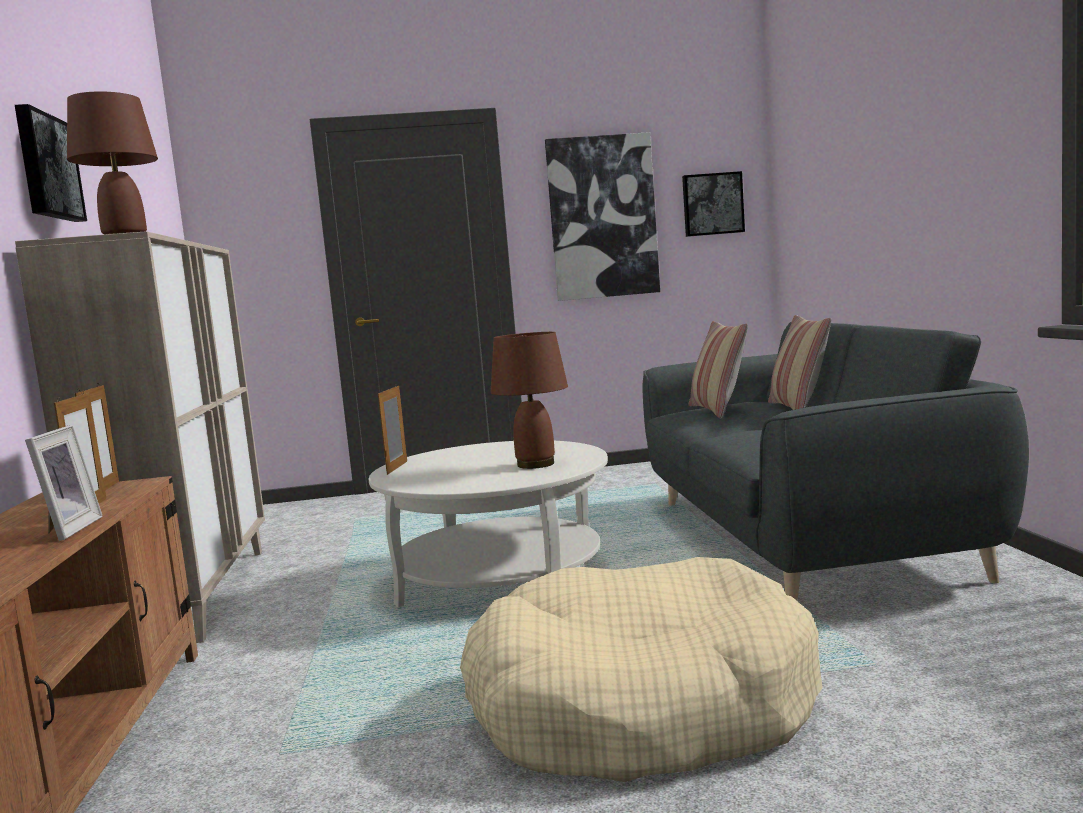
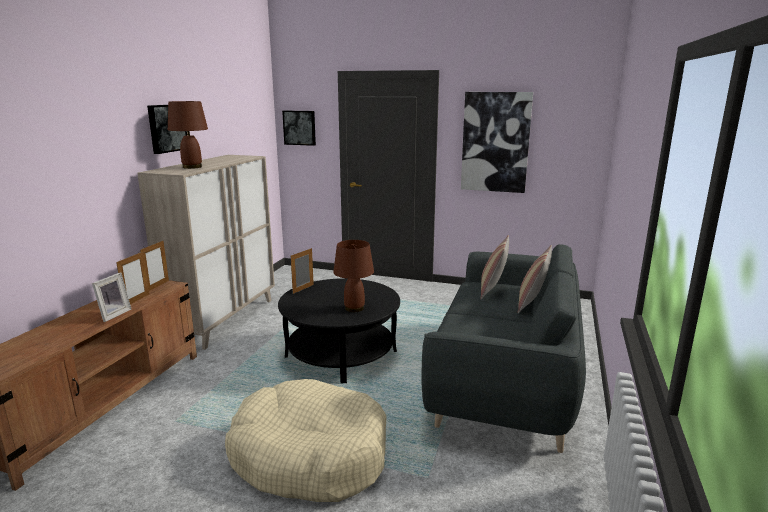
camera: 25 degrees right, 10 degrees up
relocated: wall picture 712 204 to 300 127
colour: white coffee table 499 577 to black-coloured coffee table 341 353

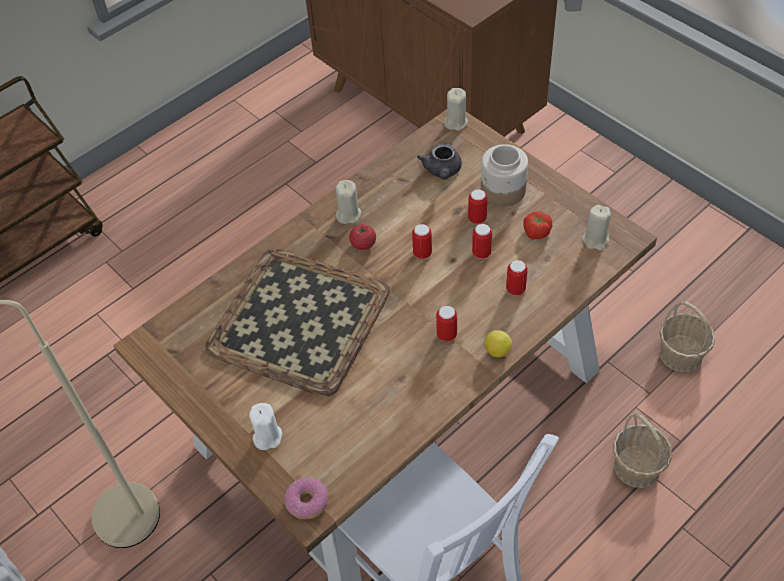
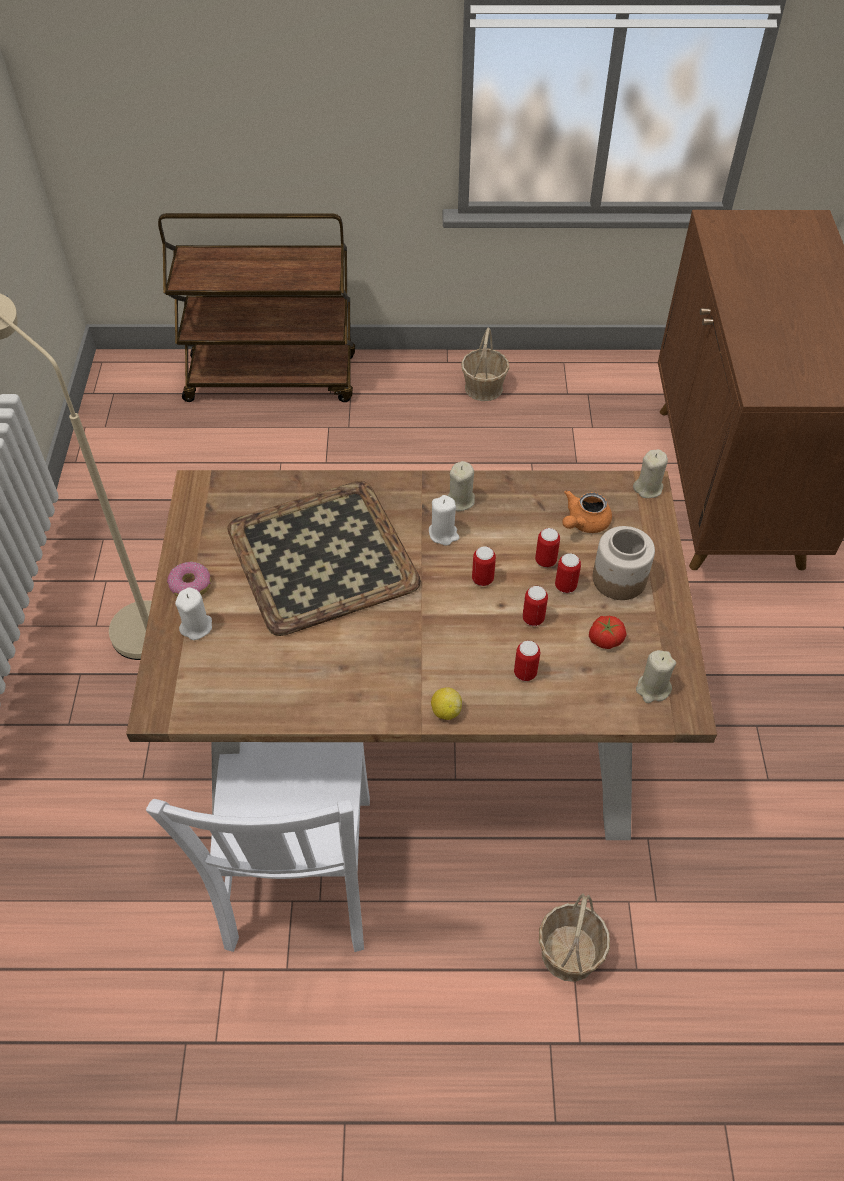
camera: 40 degrees right, 0 degrees up
relocated: doughnut 307 502 to 190 585; sealed can 446 334 to 545 561; storage basket 680 353 to 484 387
exchanged: whole tomato 363 244 to white candle 443 534
colour: greyish tea pot 442 171 to orangey tea pot 583 523

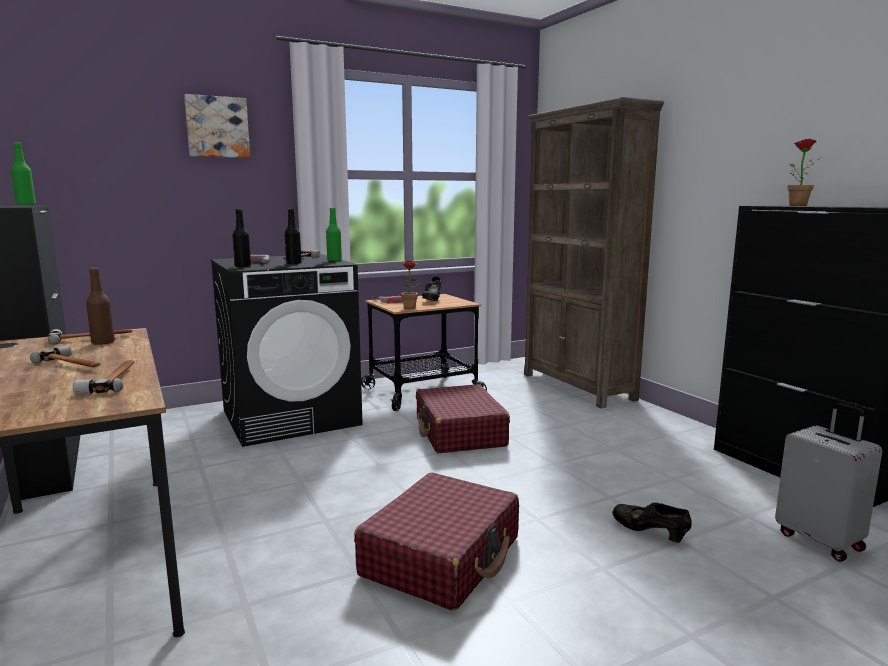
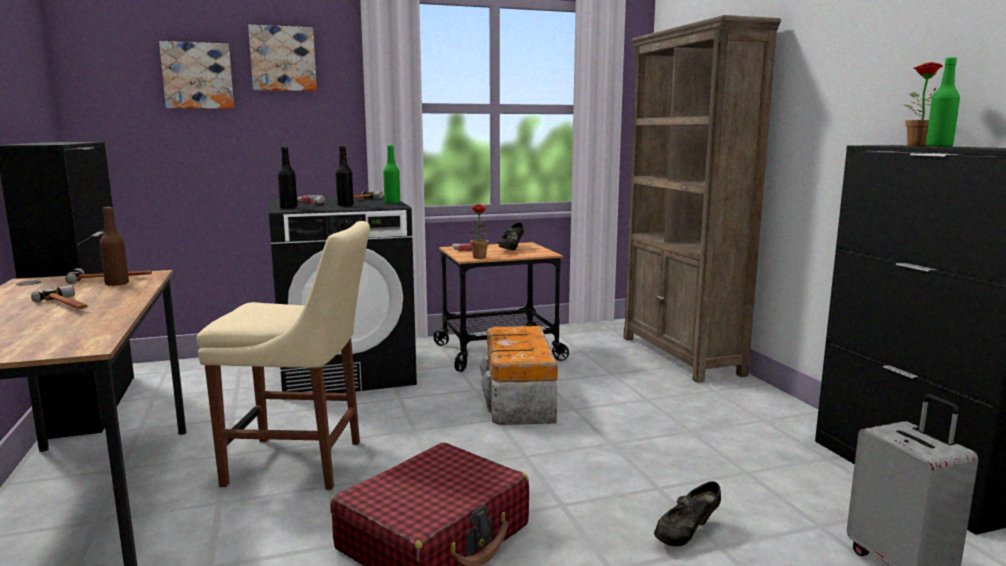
camera: 10 degrees right, 0 degrees up
missing: hammer 114 380
appeared: wall picture 198 76; sand-coloured chair 301 463
relocated: green-coloured bottle 26 205 to 939 146
exchanged: reddish piece of luggage 459 432 to storage container 519 400
spun: black-coloured shoe 649 533 = 686 534 90 degrees counterclockwise

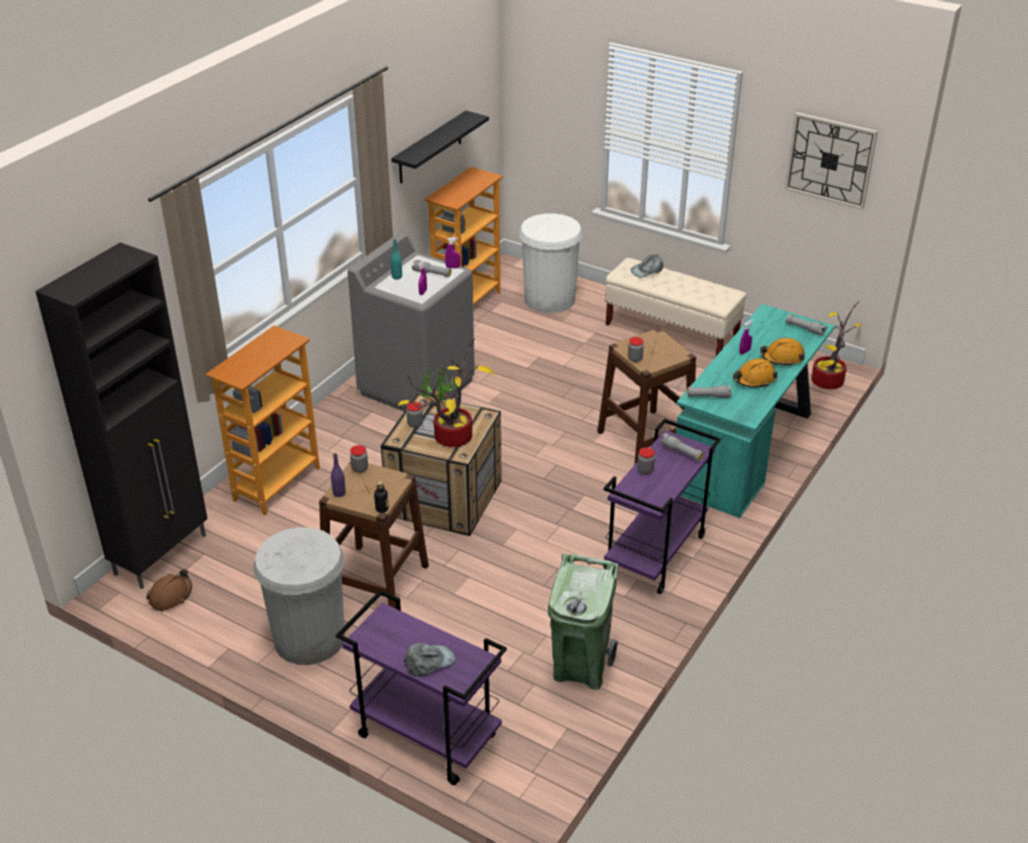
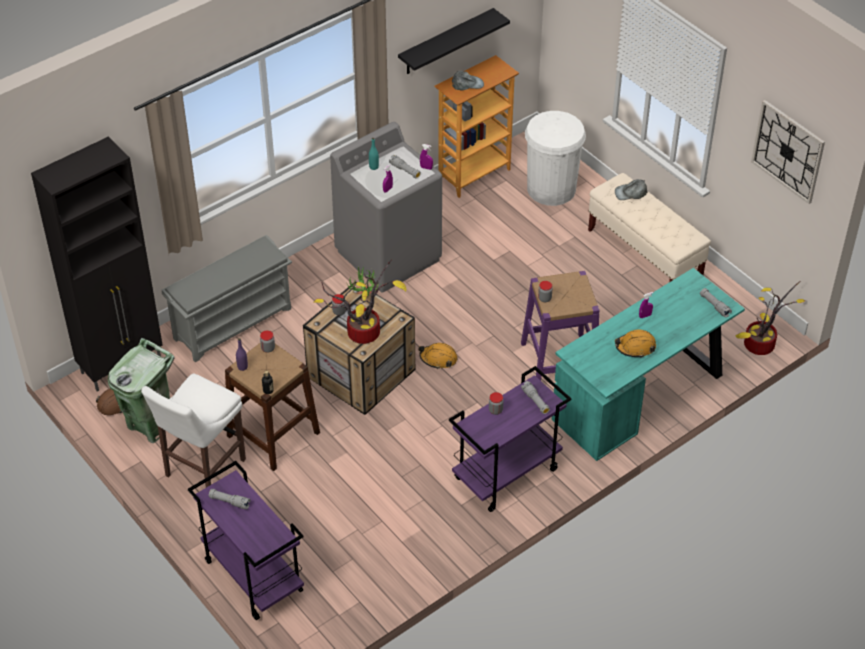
camera: 20 degrees right, 10 degrees up
relocated: greyish peaked cap 429 661 to 467 84; green-coloured rubbish bin 580 668 to 151 424; greyish hand torch 708 396 to 229 502; orangey work helmet 782 358 to 438 358
exchanged: shelving unit 276 483 to greyish shoe rack 233 323; white rubbish bin 309 638 to white sitting stool 202 470
colour: brownish sitting stool 645 438 to purplish sitting stool 559 360

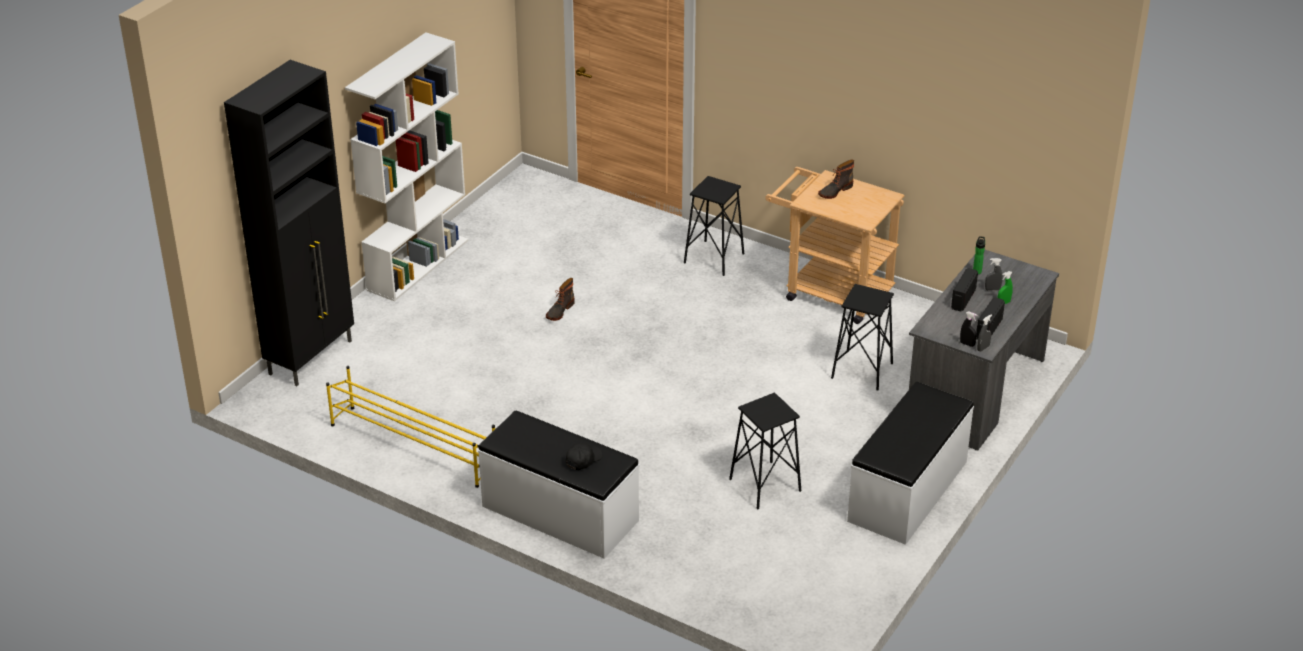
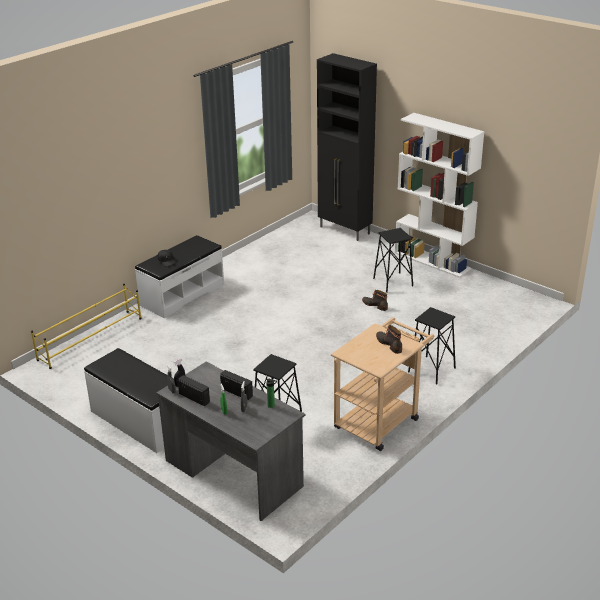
camera: 100 degrees right, 5 degrees down
relocated: yellowish shoe rack 412 445 to 91 338; black-coloured sitting stool 764 485 to 393 282

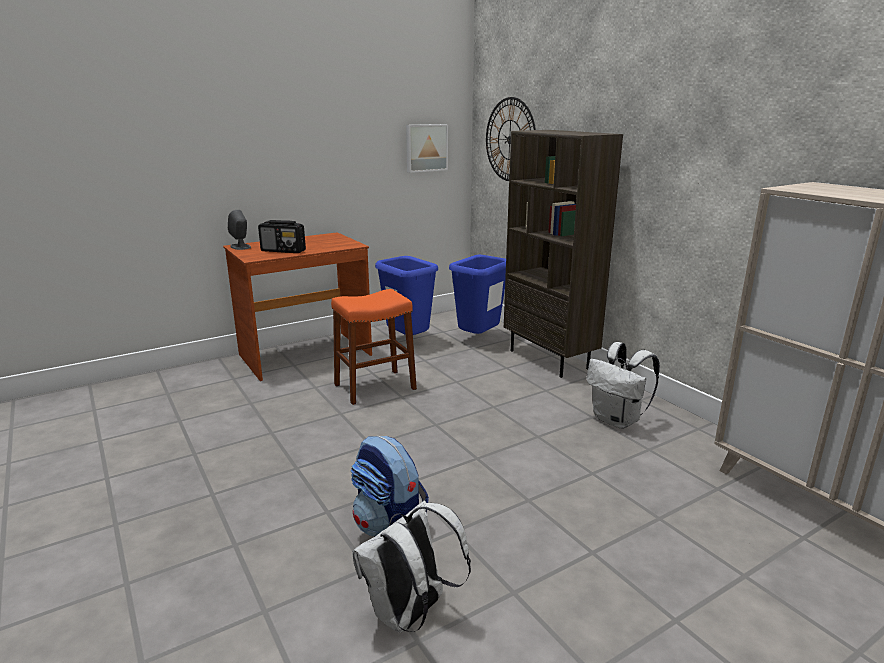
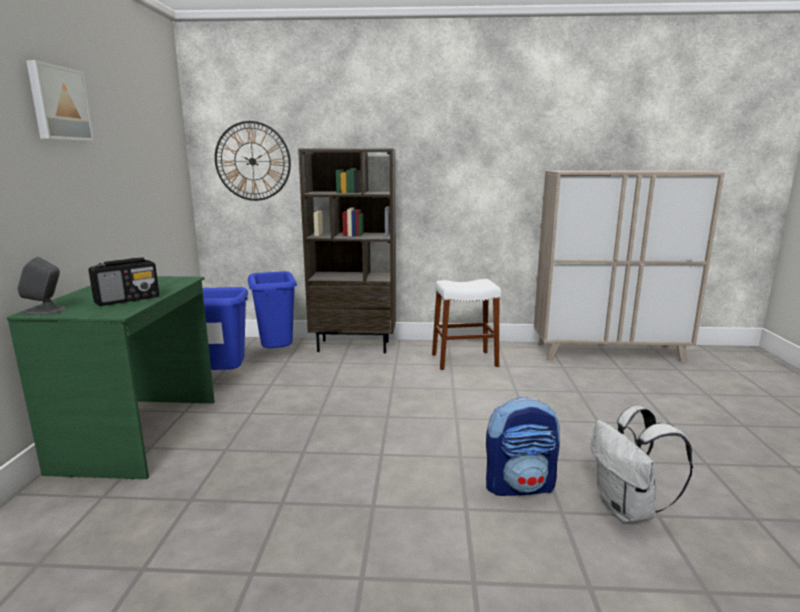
camera: 55 degrees left, 5 degrees down
missing: orangey sitting stool 375 387
relocated: wall picture 426 147 to 58 103
exchanged: white backpack 617 420 to white sitting stool 464 360
colour: brownish desk unit 305 355 to green-coloured desk unit 141 434

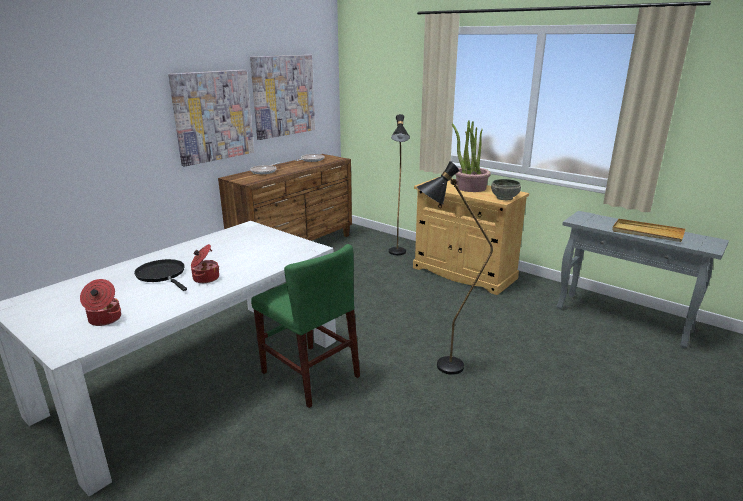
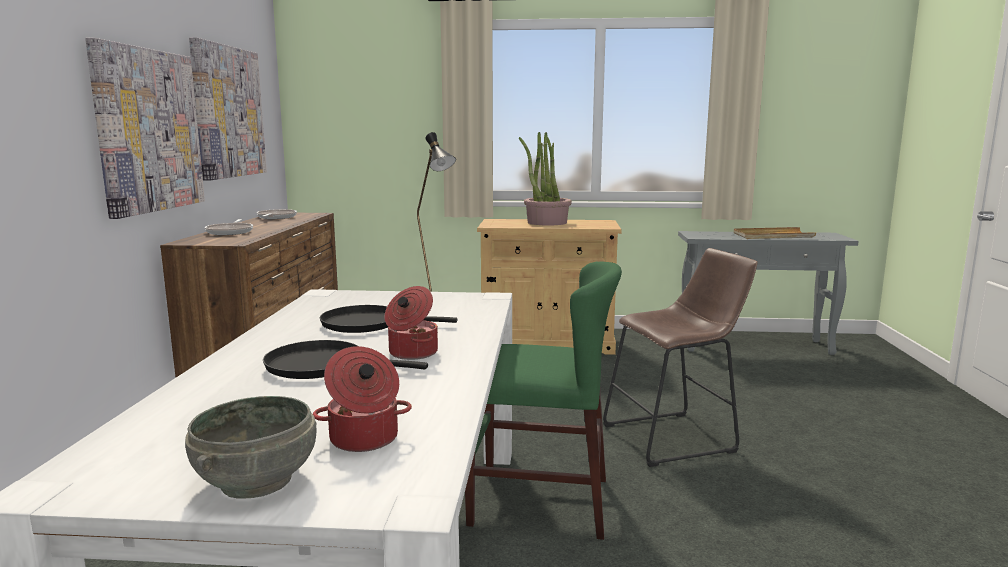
camera: 35 degrees left, 10 degrees down
appeared: black-coloured frying pan 367 324
relocated: greyish deep dish 505 198 to 258 481
exchanged: black-coloured standing lamp 440 367 to brownish sitting stool 675 438

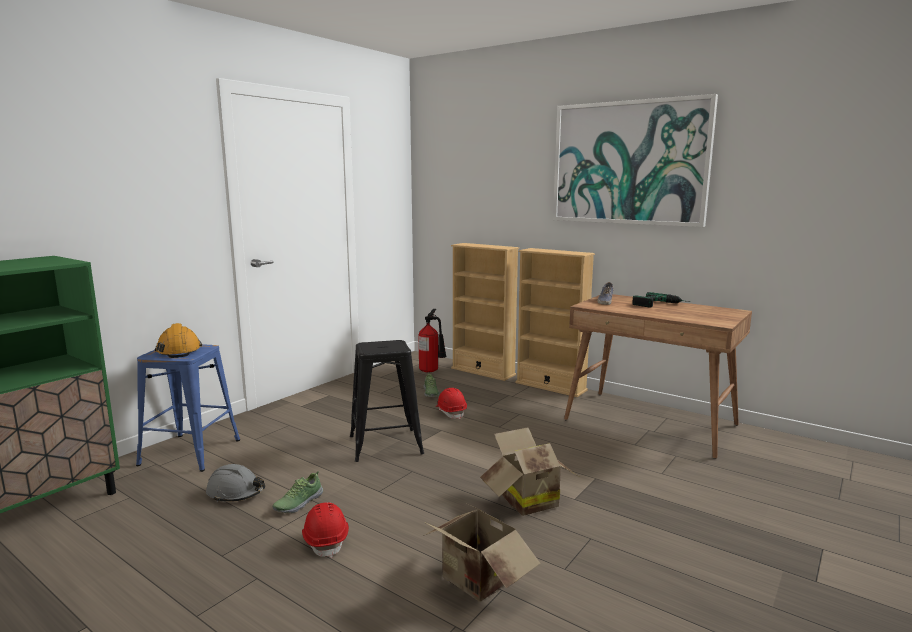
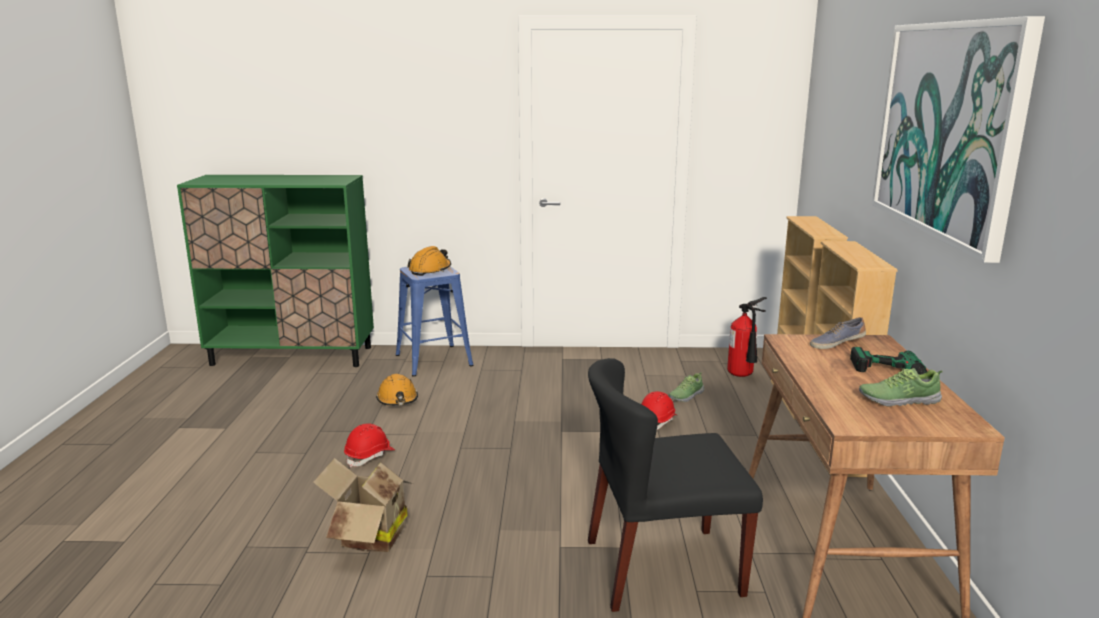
camera: 55 degrees right, 5 degrees up
missing: black-coloured sitting stool 385 445; cardboard box 525 500
appeared: black-coloured chair 662 568
relocated: shoe 298 503 to 898 400
colour: greyish work helmet 236 493 to orangey work helmet 397 399

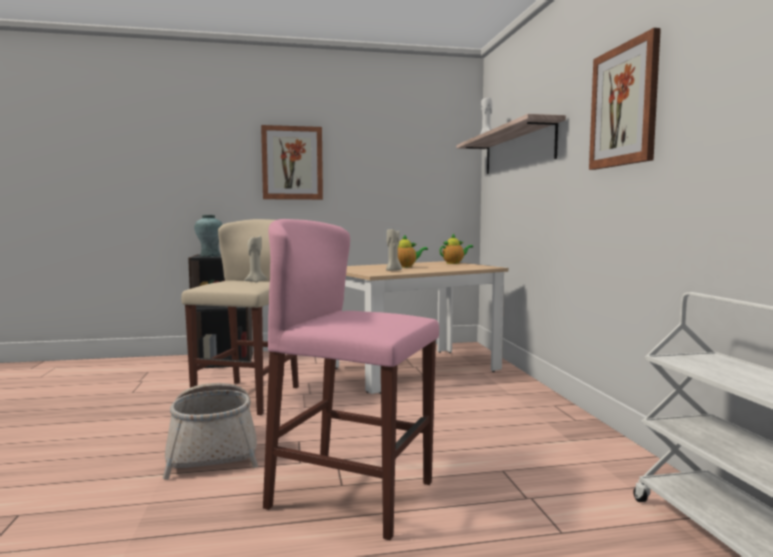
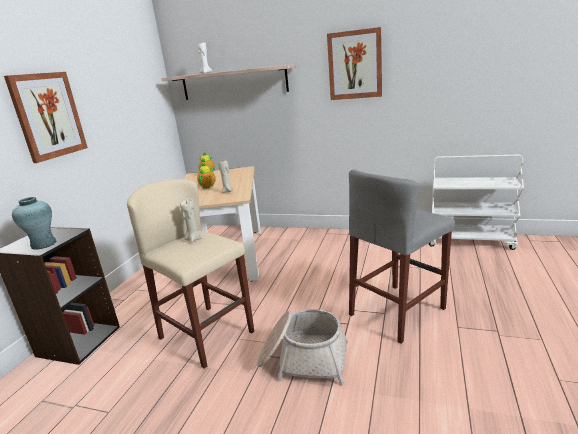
camera: 60 degrees left, 15 degrees up
colour: pinkish sitting stool 352 494 to greyish sitting stool 397 311

